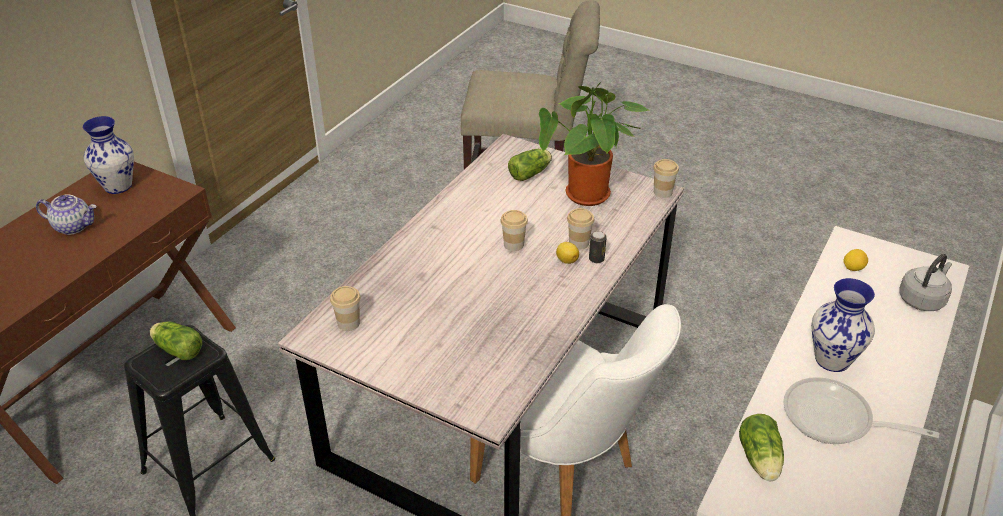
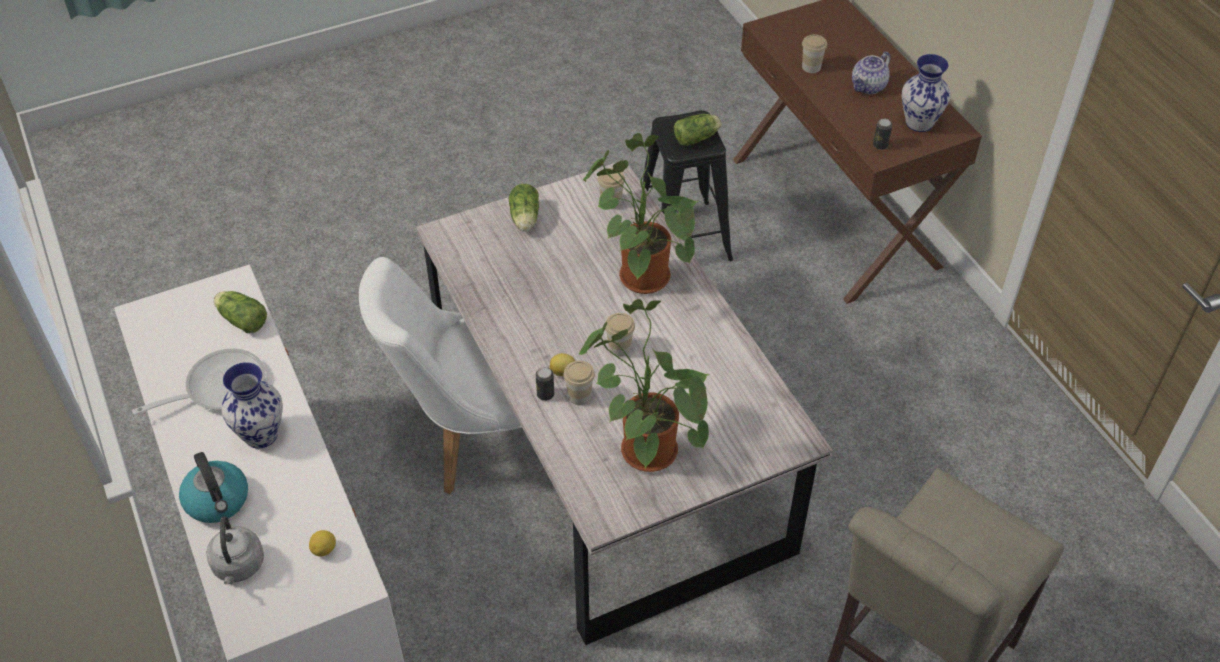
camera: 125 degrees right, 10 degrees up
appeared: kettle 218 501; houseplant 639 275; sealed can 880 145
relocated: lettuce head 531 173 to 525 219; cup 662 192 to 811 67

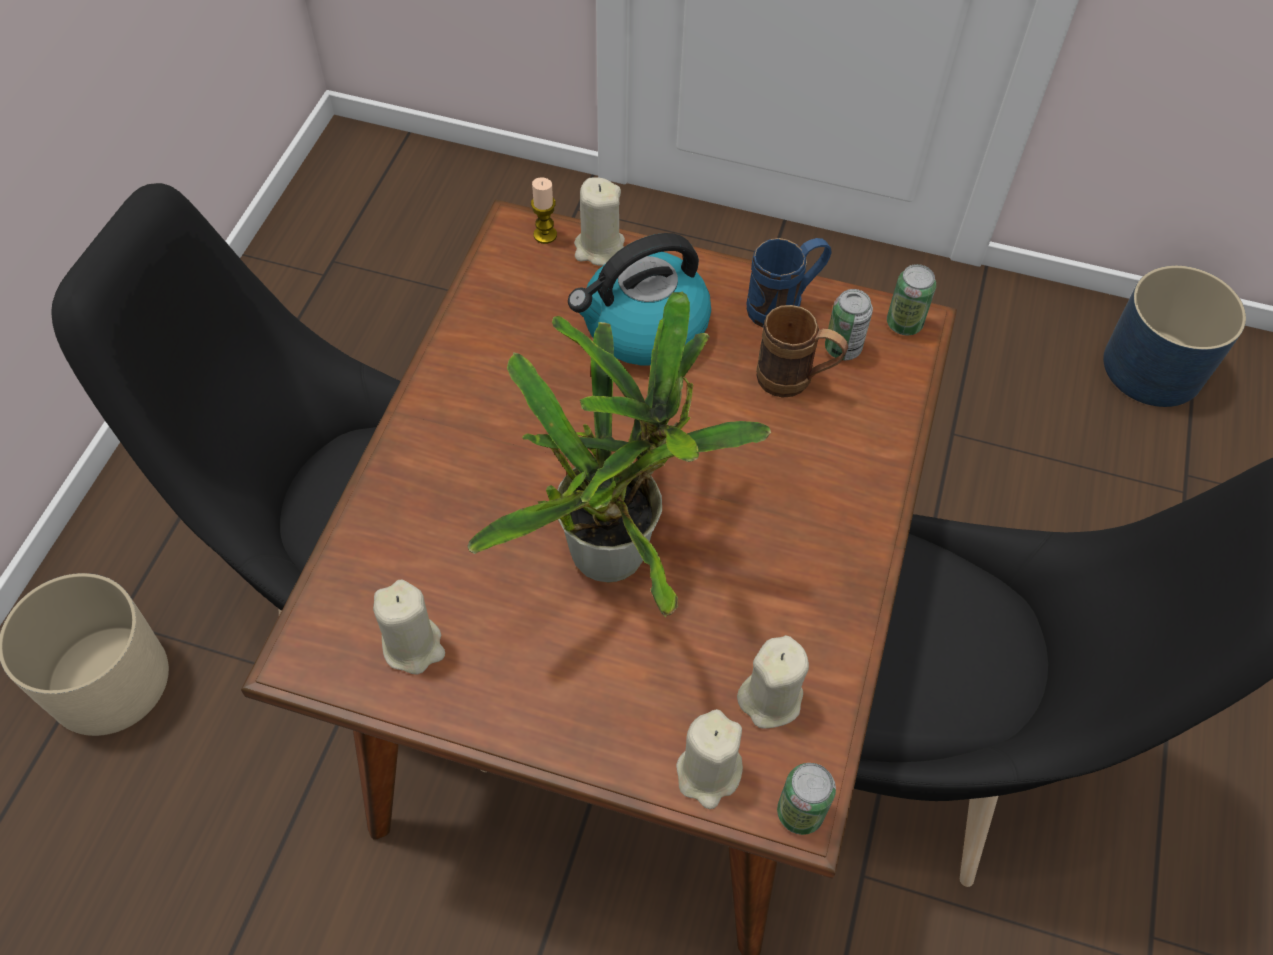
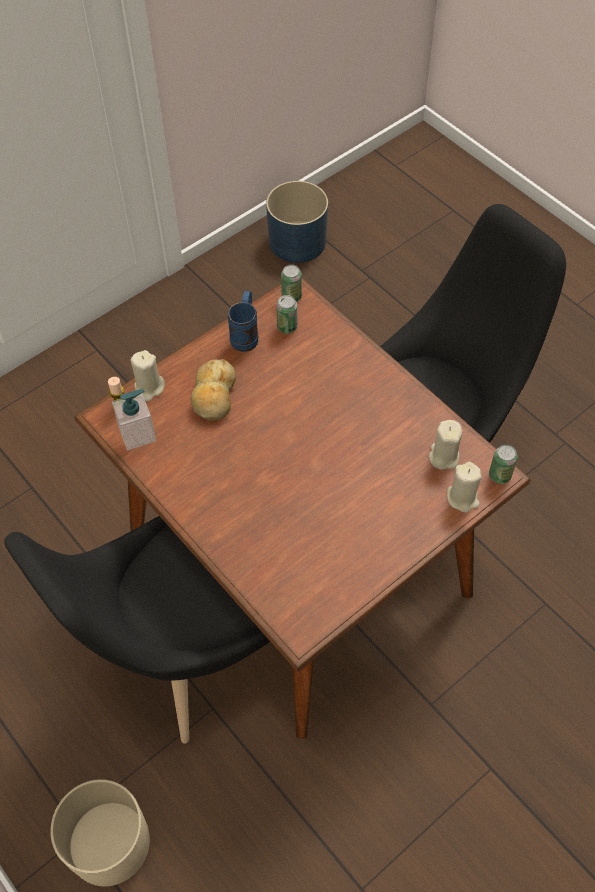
camera: 55 degrees left, 0 degrees up
missing: sand-coloured candle 413 645; houseplant 616 546; brownish tea mug 795 382
appeared: soap bottle 137 434
exchanged: kettle 643 328 to baked bread 214 396

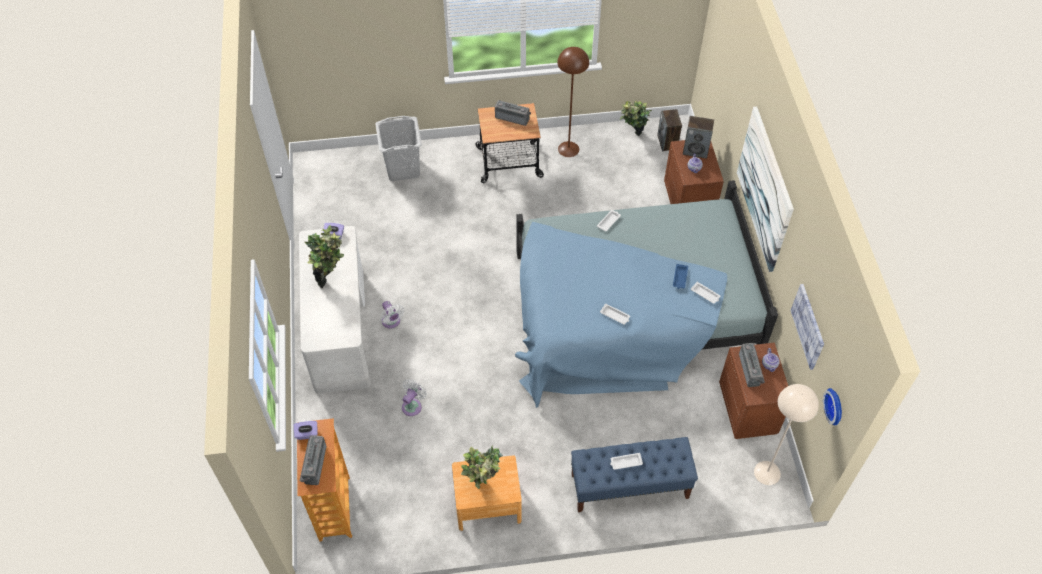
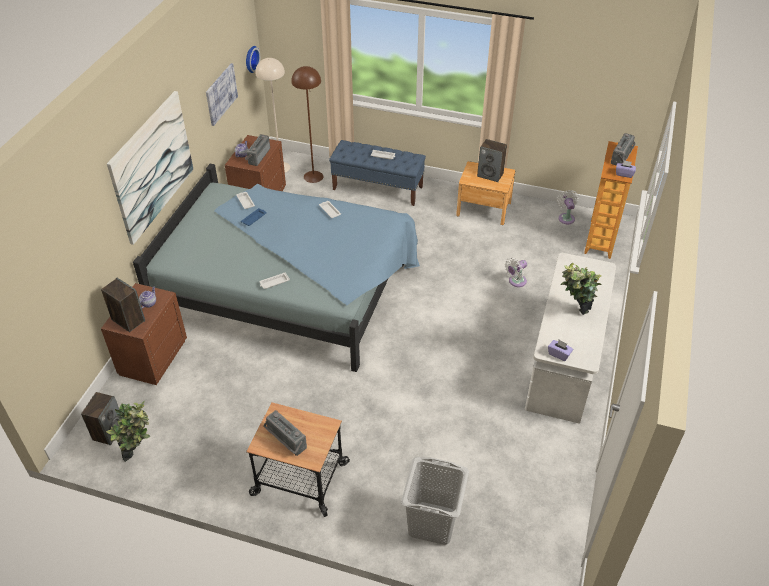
camera: 155 degrees left, 10 degrees down
relocated: white electric fan 391 322 to 566 217; brownish standing lamp 568 149 to 313 176
exchanged: houseplant 483 486 to speaker 490 175

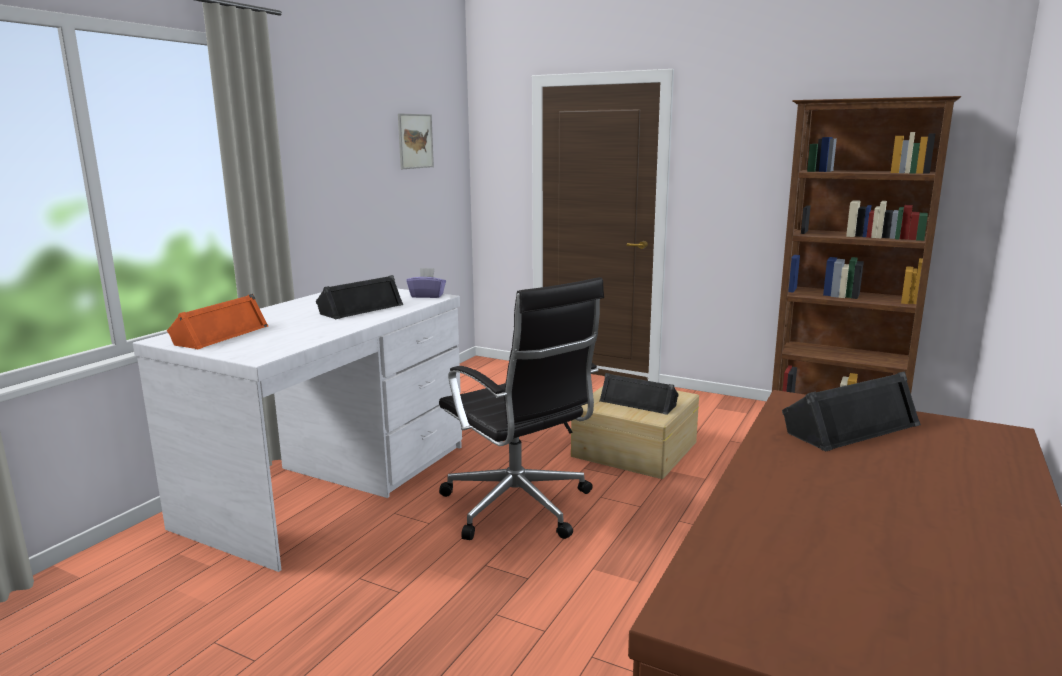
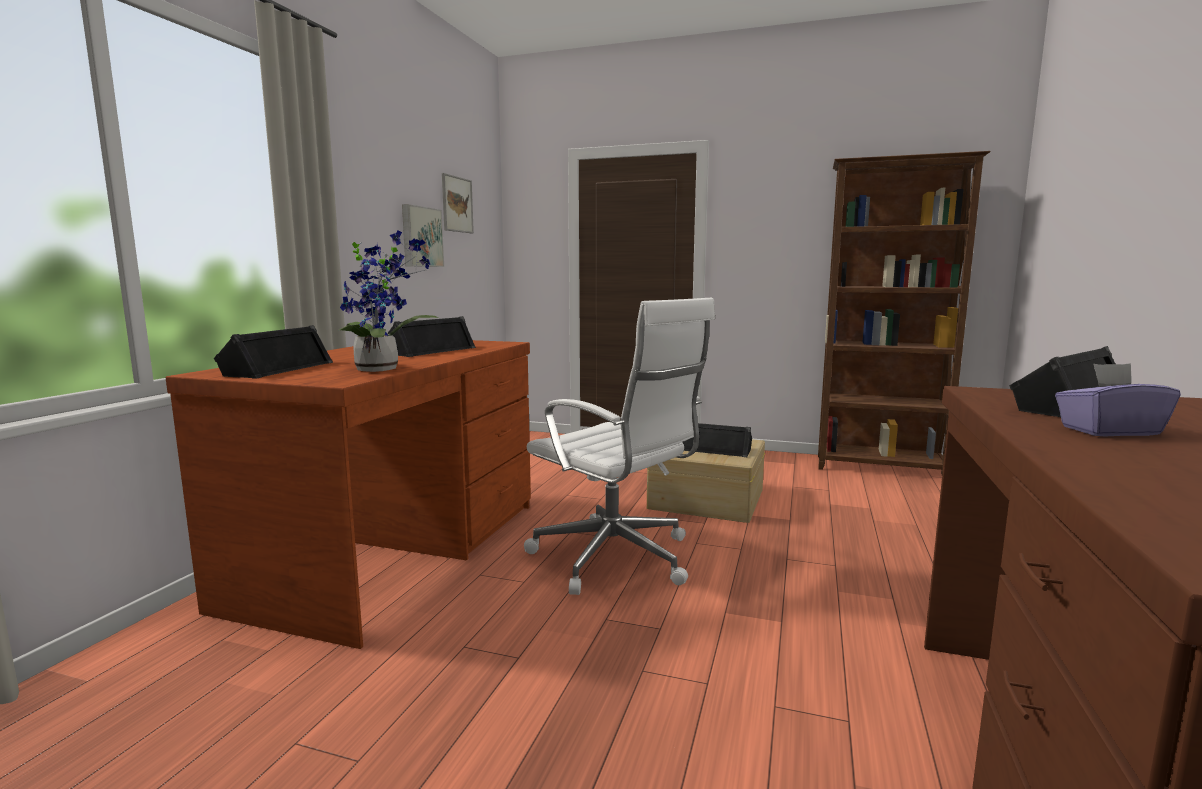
camera: 10 degrees left, 5 degrees down
appeared: houseplant 382 369; wall picture 421 237
relocated: purplish box of tissues 427 296 to 1108 431
colour: white desk unit 332 484 to brownish desk unit 397 551; orangey speaker 219 335 to black-coloured speaker 277 369; black-coloured computer chair 519 507 to white computer chair 616 559

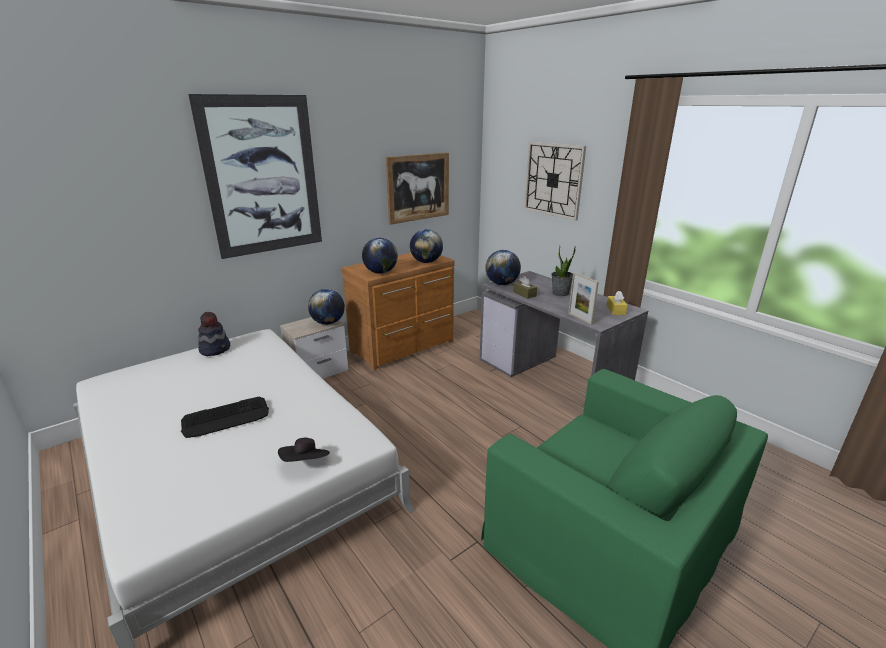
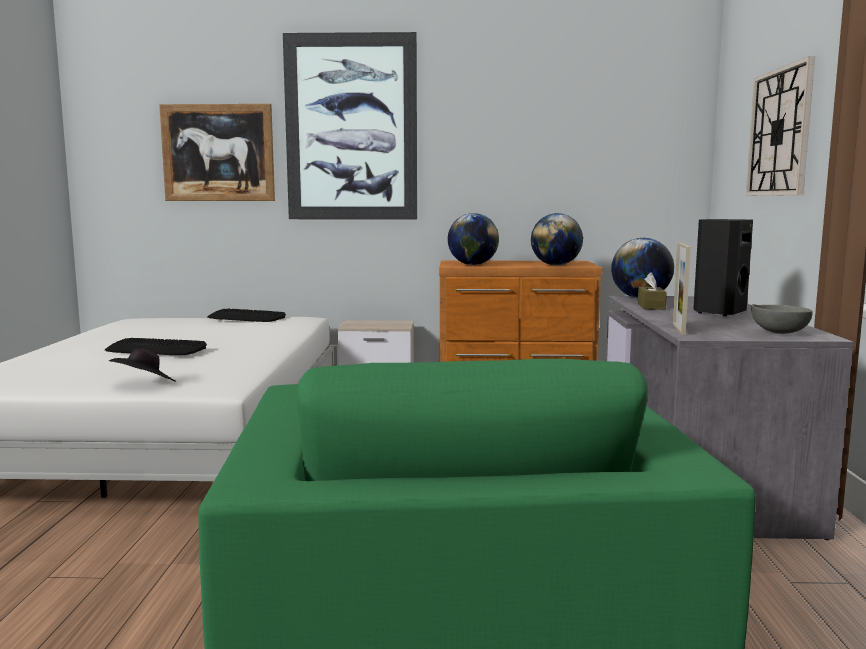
camera: 40 degrees right, 15 degrees down
missing: globe 328 323
relocated: wall picture 418 187 to 218 153
exchanged: clothing hat 215 349 to PC keyboard 246 317; houseplant 560 293 to black-coloured speaker 718 312; yellowish box of tissues 615 310 to greyish deep dish 778 332

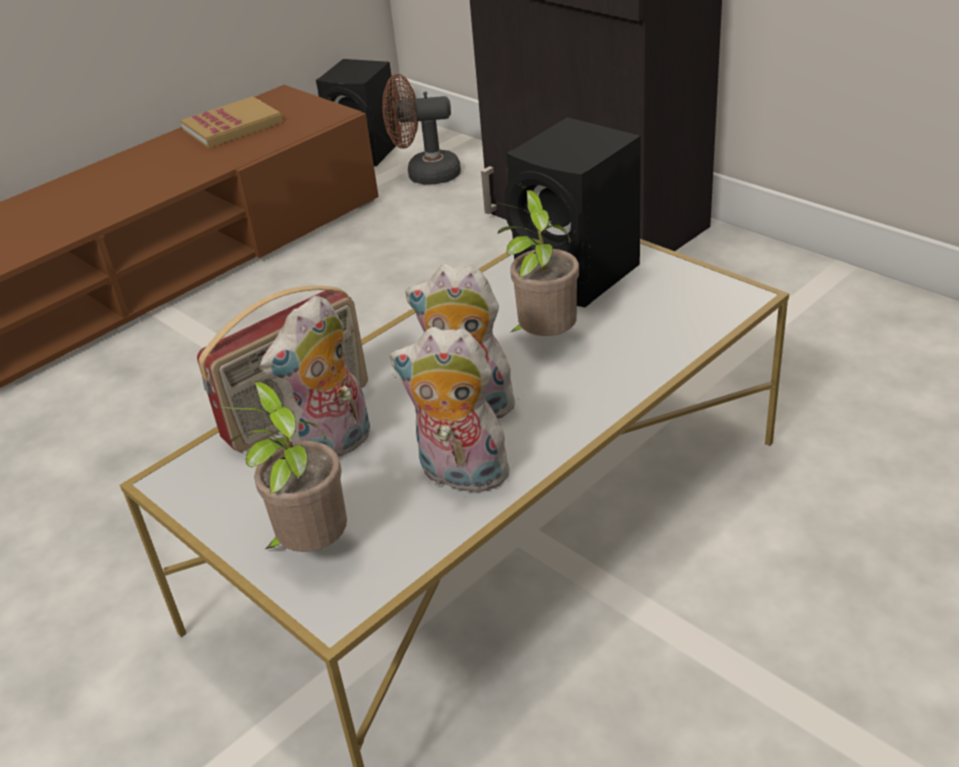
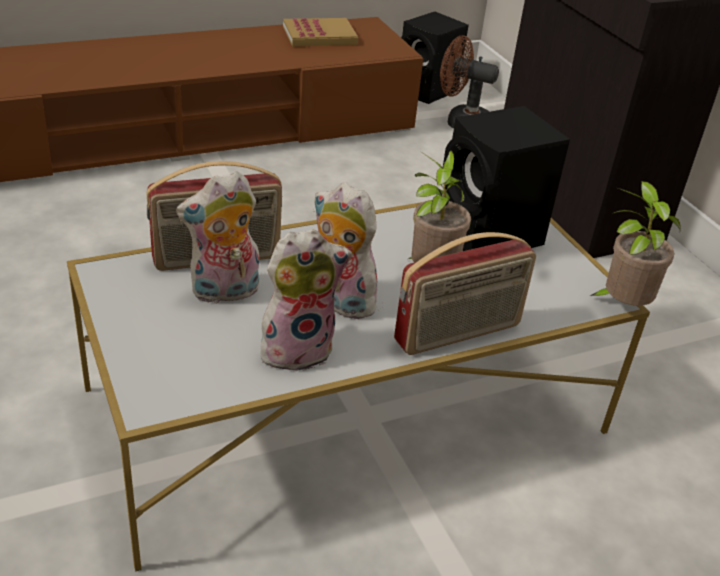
camera: 15 degrees right, 0 degrees up
appeared: radio set 459 334
relocated: houseplant 311 548 to 621 306
spun: soft toy 459 475 = 298 348 120 degrees clockwise

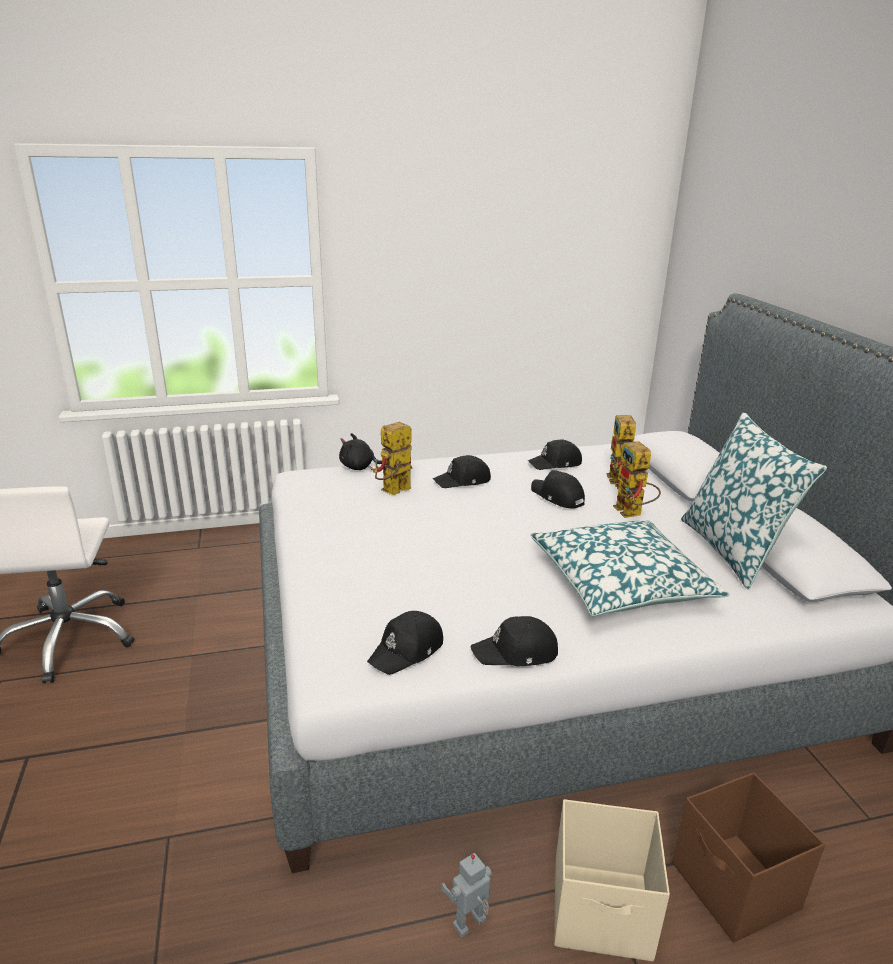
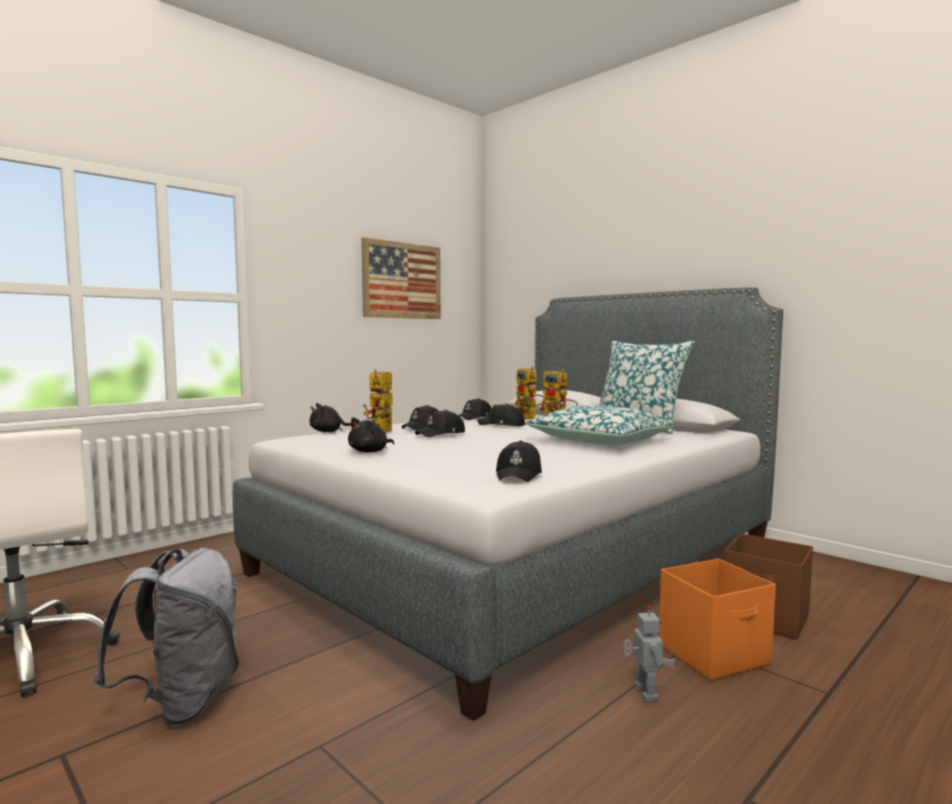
camera: 30 degrees left, 20 degrees down
appeared: greyish backpack 183 702; black-coloured soft toy 370 451; wall picture 402 280
relocated: black-coloured peaked cap 516 653 to 441 434
colour: sand-coloured storage container 603 912 to orangey storage container 714 654
spun: robot figure 470 924 = 644 693 150 degrees clockwise

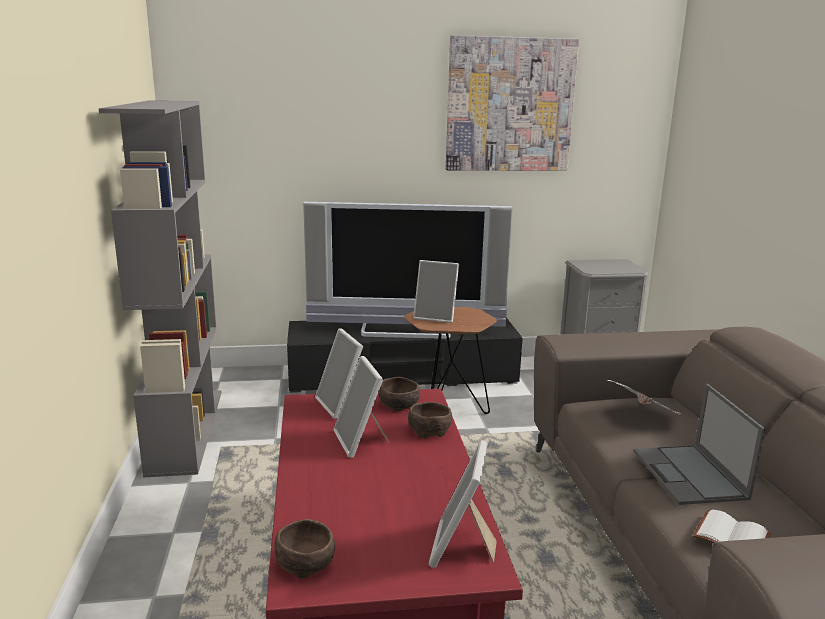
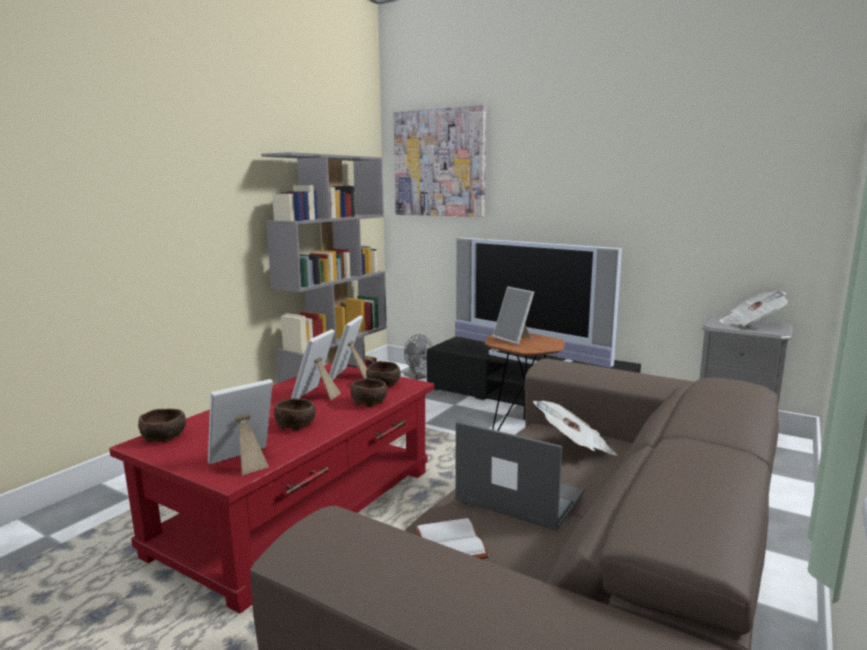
camera: 40 degrees right, 5 degrees down
appeared: brownish deep dish 295 424; greyish electric fan 416 377; daily paper 751 323
relocated: wall picture 509 105 to 439 163
spun: portable computer 690 475 = 518 496 90 degrees clockwise

